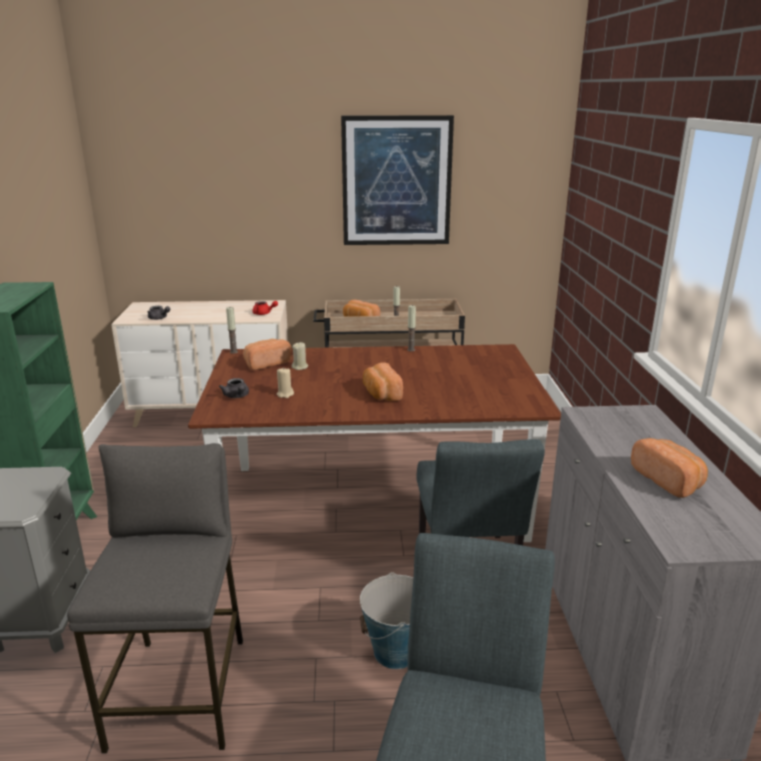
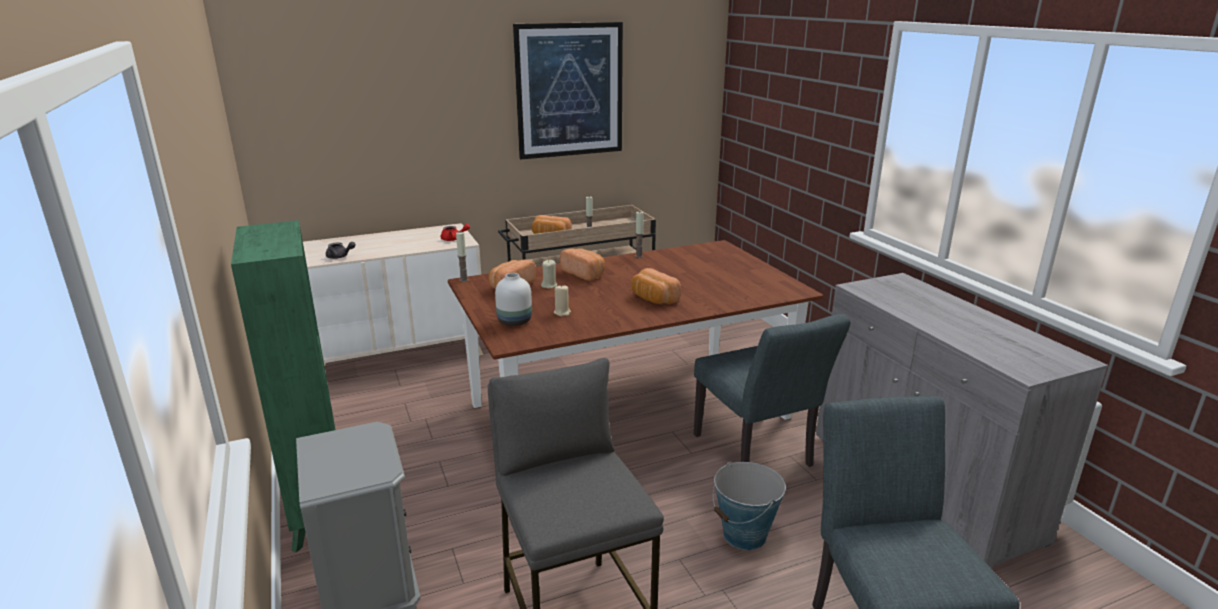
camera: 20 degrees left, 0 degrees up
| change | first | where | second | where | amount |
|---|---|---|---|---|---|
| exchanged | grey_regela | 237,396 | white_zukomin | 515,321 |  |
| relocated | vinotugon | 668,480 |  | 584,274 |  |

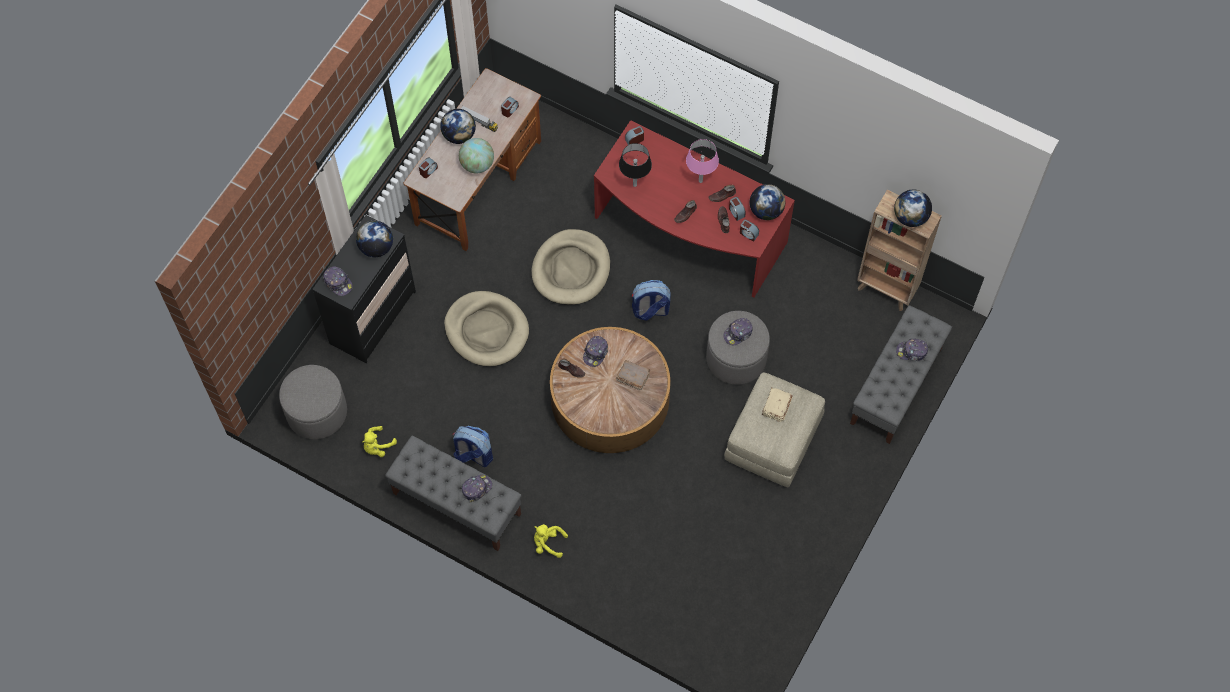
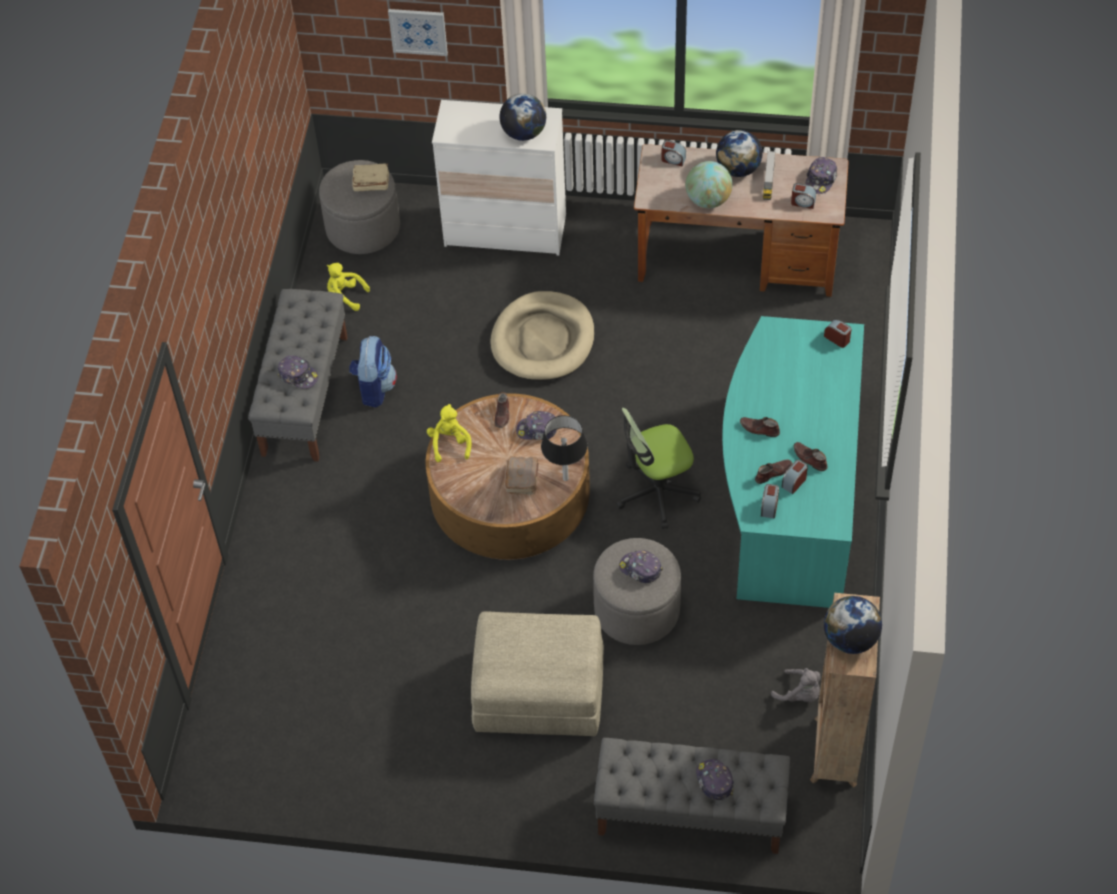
camera: 70 degrees right, 10 degrees down
| change | first | where | second | where | amount |
|---|---|---|---|---|---|
| colour | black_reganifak | 373,318 | white_reganifak | 505,231 |  |
| relocated | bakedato | 338,283 |  | 821,179 |  |
| missing | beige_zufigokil | 571,269 |  |  |  |
| relocated | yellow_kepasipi | 548,543 |  | 450,443 |  |
| colour | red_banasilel | 688,234 | turquoise_banasilel | 788,494 |  |
| relocated | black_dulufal | 635,185 |  | 565,478 |  |
| exchanged | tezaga | 650,310 | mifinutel | 657,492 |  |
| missing | pink_dulufal | 700,181 |  |  |  |
| missing | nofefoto | 766,211 |  |  |  |
| relocated | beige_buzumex | 776,407 |  | 370,183 |  |
| appeared |  |  | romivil | 418,31 |  |
| appeared |  |  | grey_kepasipi | 800,694 |  |

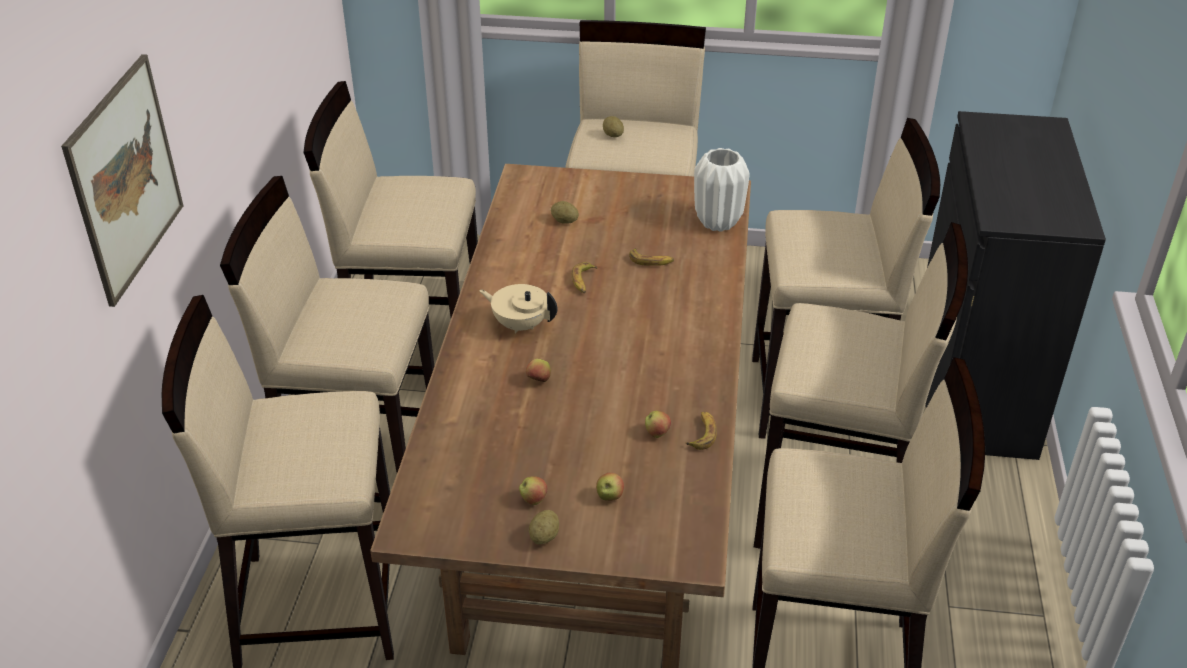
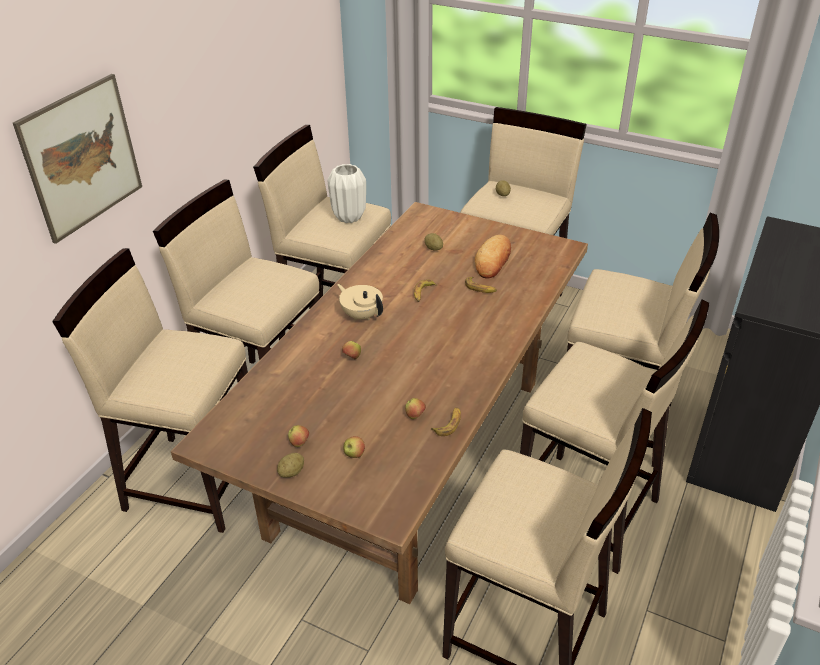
camera: 20 degrees right, 0 degrees up
| change | first | where | second | where | amount |
|---|---|---|---|---|---|
| relocated | white_zukomin | 718,222 |  | 349,217 |  |
| appeared |  |  | vinotugon | 493,260 |  |

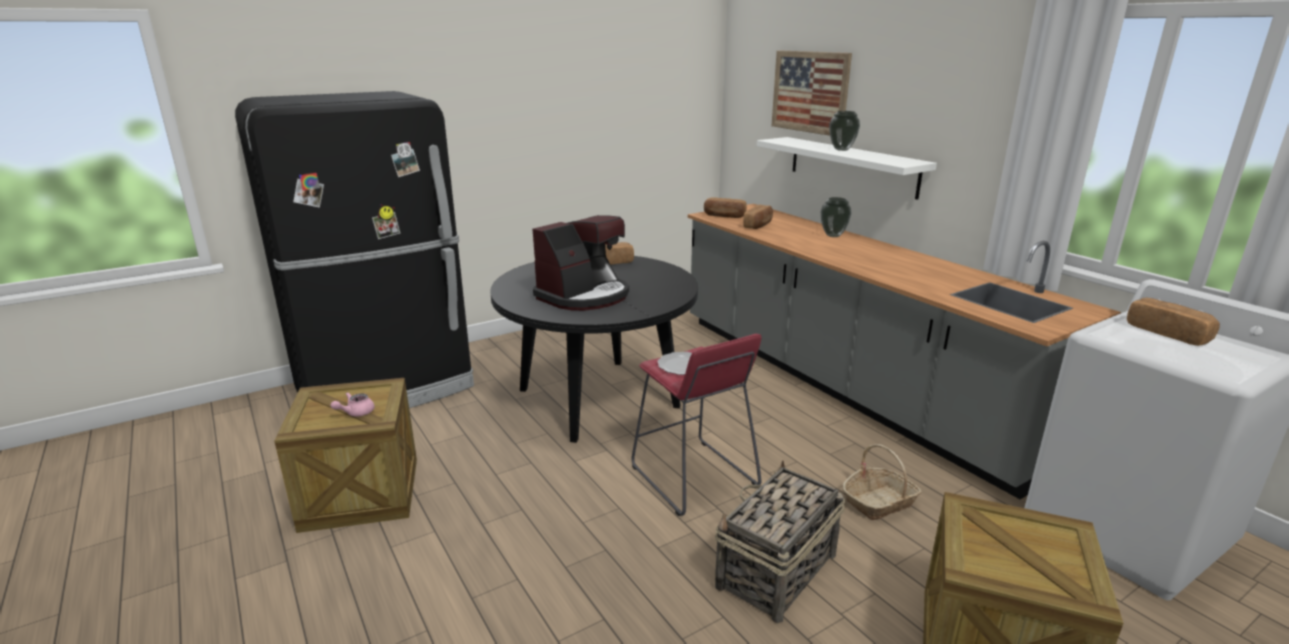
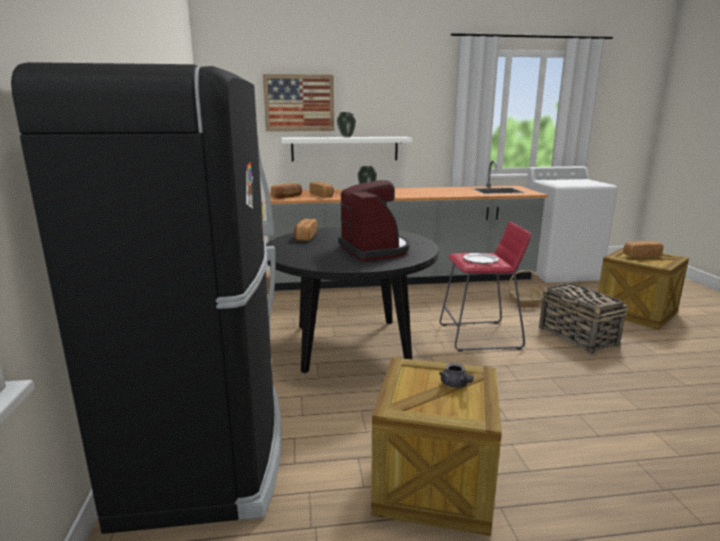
camera: 65 degrees left, 5 degrees down
| change | first | where | second | where | amount |
|---|---|---|---|---|---|
| colour | pink_regela | 356,413 | grey_regela | 456,385 |  |
| relocated | vinotugon | 1168,333 |  | 641,255 |  |

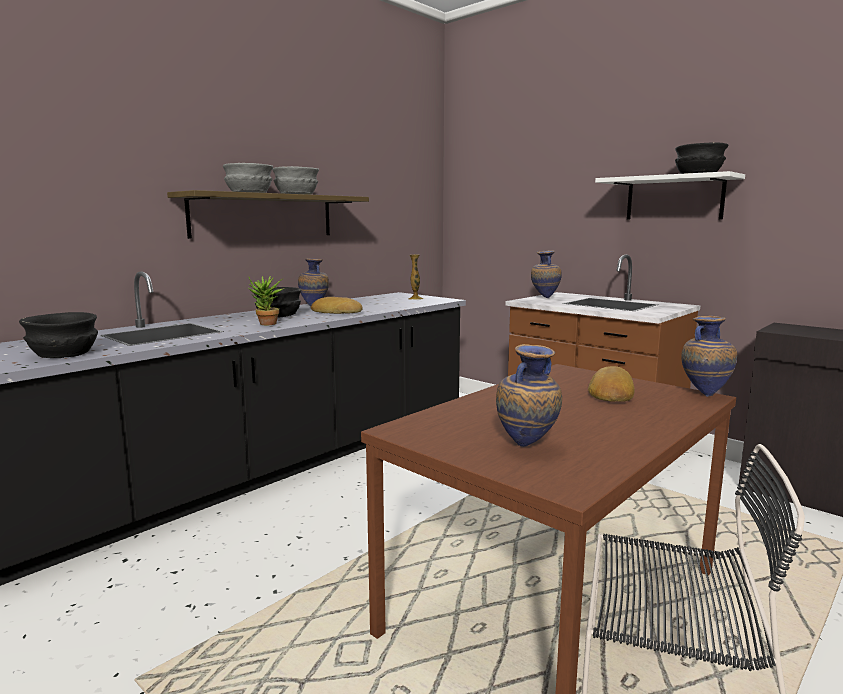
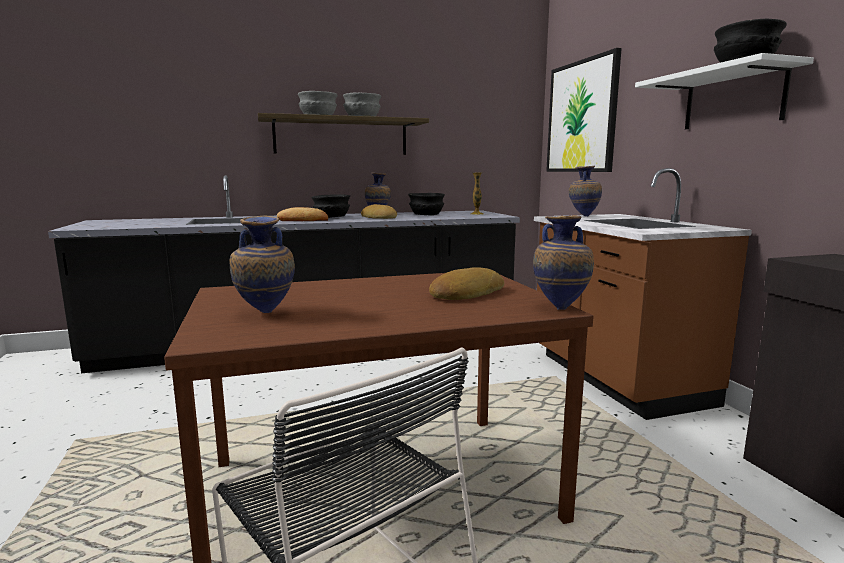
camera: 30 degrees right, 0 degrees up
| change | first | where | second | where | amount |
|---|---|---|---|---|---|
| relocated | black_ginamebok | 65,353 |  | 427,214 |  |
| exchanged | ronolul | 266,324 | vinotugon | 303,220 |  |
| appeared |  |  | romivil | 581,117 |  |

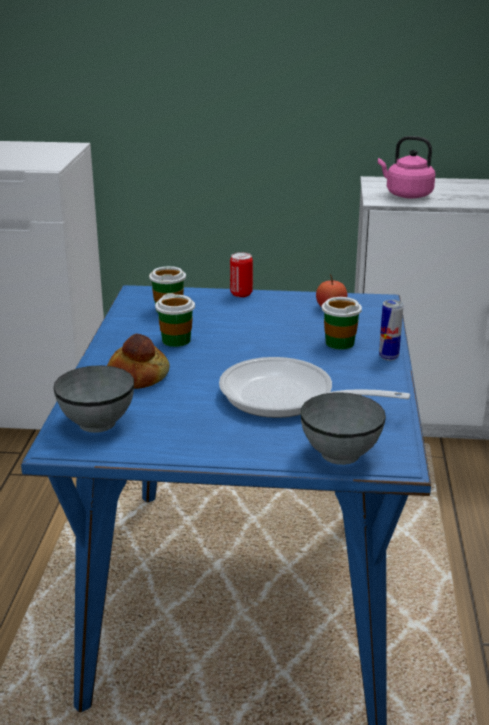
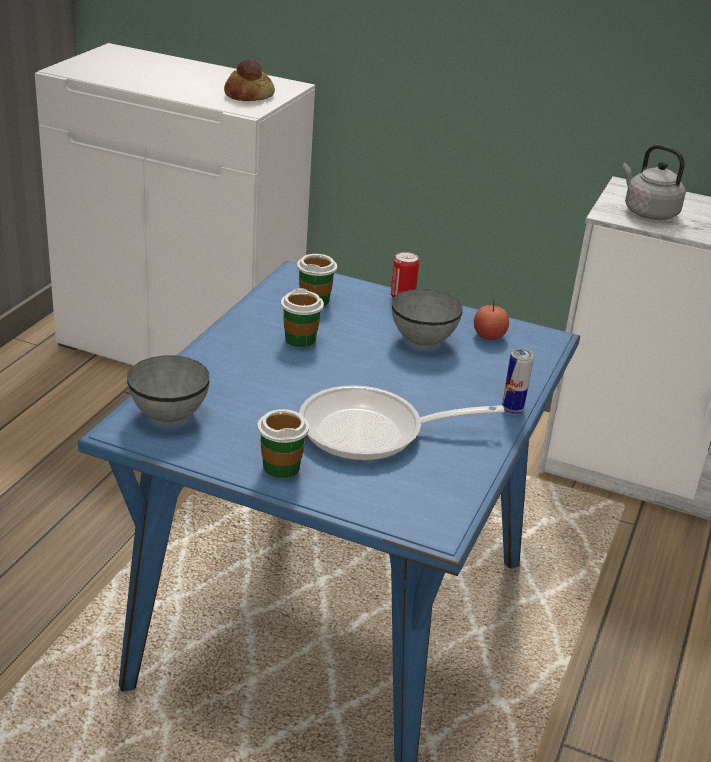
camera: 15 degrees right, 5 degrees up
| change | first | where | second | where | amount |
|---|---|---|---|---|---|
| relocated | vinotugon | 137,376 |  | 248,95 |  |
| spun | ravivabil | 286,397 |  | 372,432 | 45 degrees counterclockwise |
| relocated | grey_ginamebok | 341,453 |  | 423,341 |  |
| relocated | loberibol | 339,343 |  | 281,467 |  |
| colour | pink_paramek | 406,195 | grey_paramek | 648,212 |  |

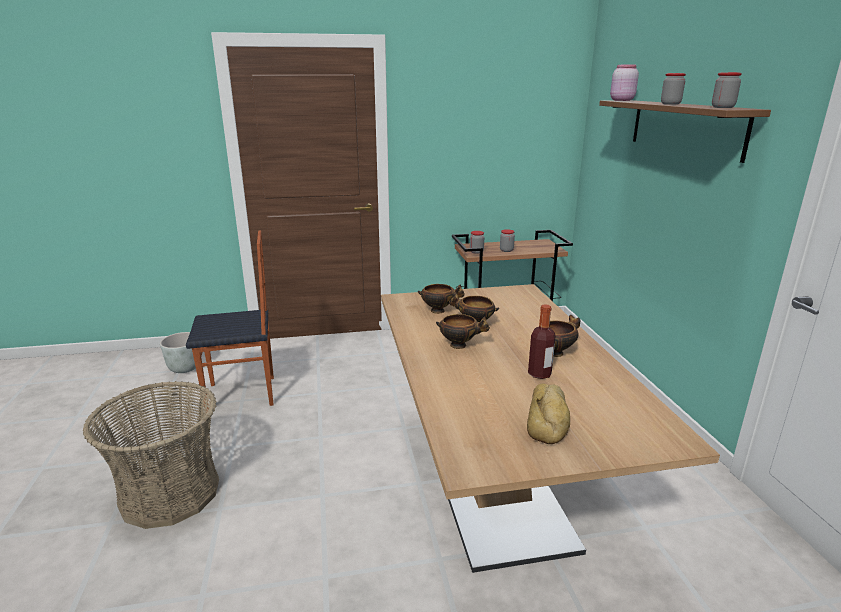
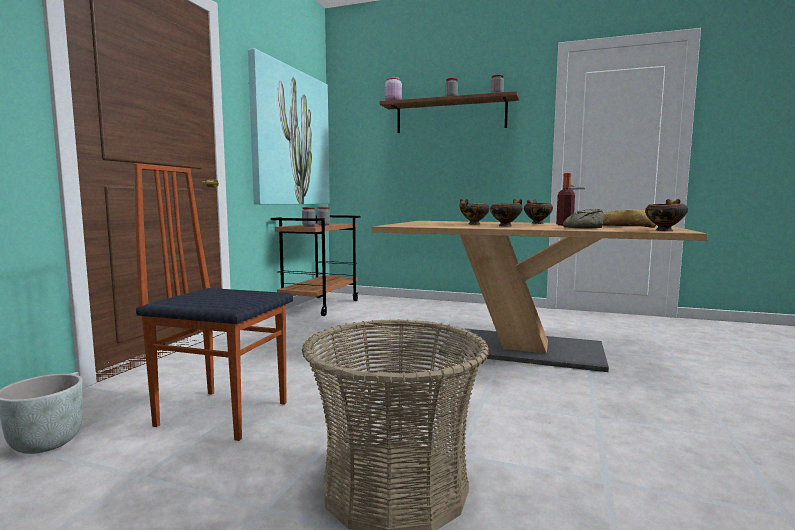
camera: 60 degrees left, 15 degrees down
| change | first | where | second | where | amount |
|---|---|---|---|---|---|
| spun | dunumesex | 242,395 |  | 223,413 | 90 degrees counterclockwise |
| relocated | ginamebok | 439,311 |  | 664,230 |  |
| appeared |  |  | romivil | 290,138 |  |
| appeared |  |  | vinotugon | 584,228 |  |

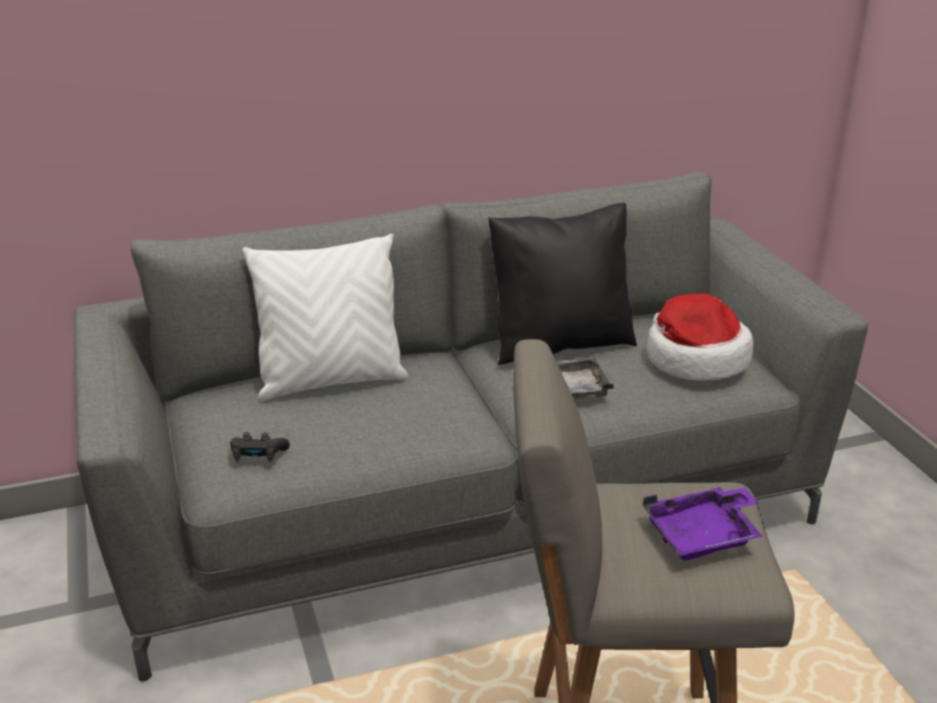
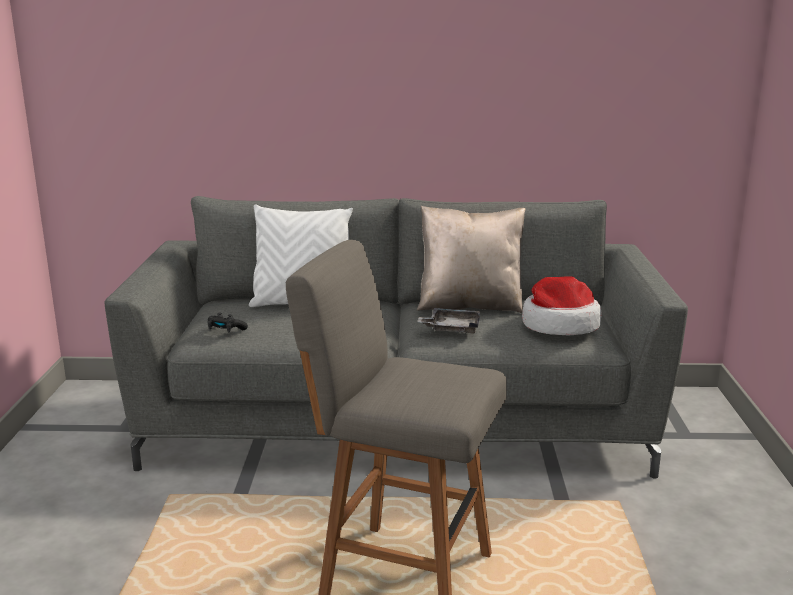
camera: 20 degrees right, 10 degrees down
| change | first | where | second | where | amount |
|---|---|---|---|---|---|
| colour | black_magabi | 559,343 | beige_magabi | 470,305 |  |
| missing | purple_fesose | 703,536 |  |  |  |

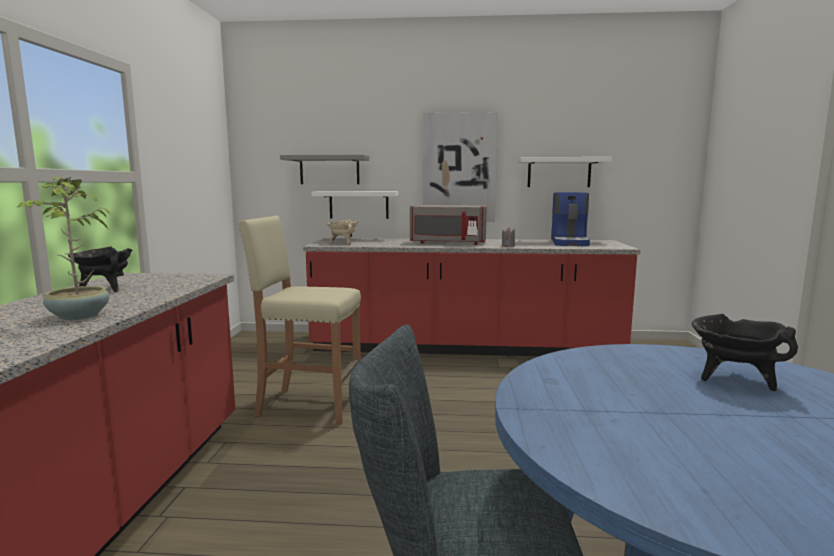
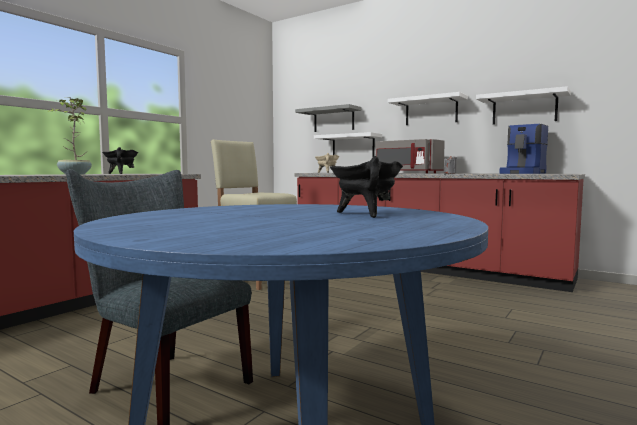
camera: 30 degrees right, 5 degrees down
| change | first | where | second | where | amount |
|---|---|---|---|---|---|
| exchanged | romivil | 459,168 | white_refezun | 431,111 |  |

